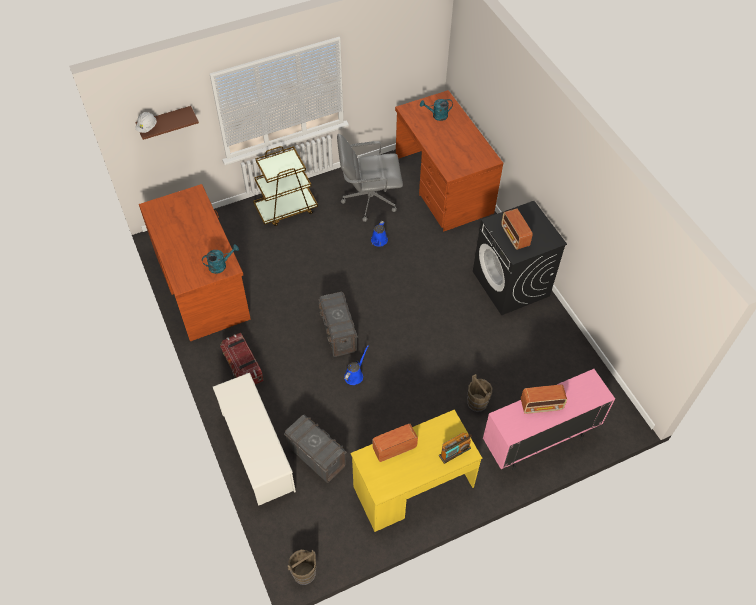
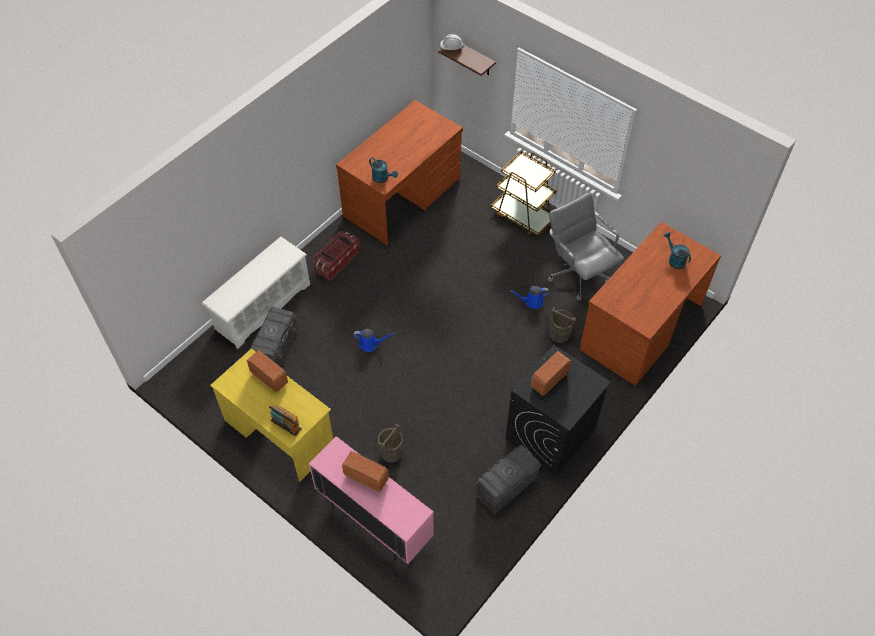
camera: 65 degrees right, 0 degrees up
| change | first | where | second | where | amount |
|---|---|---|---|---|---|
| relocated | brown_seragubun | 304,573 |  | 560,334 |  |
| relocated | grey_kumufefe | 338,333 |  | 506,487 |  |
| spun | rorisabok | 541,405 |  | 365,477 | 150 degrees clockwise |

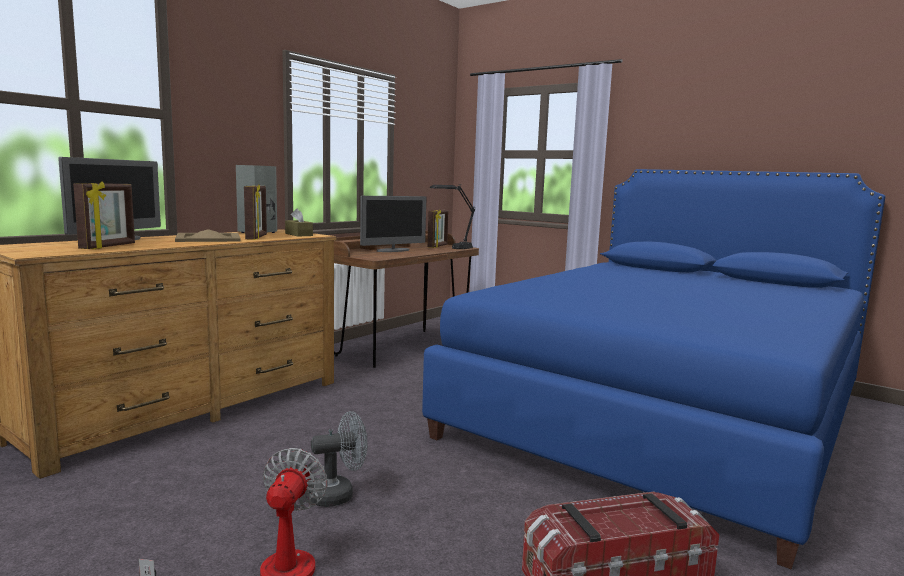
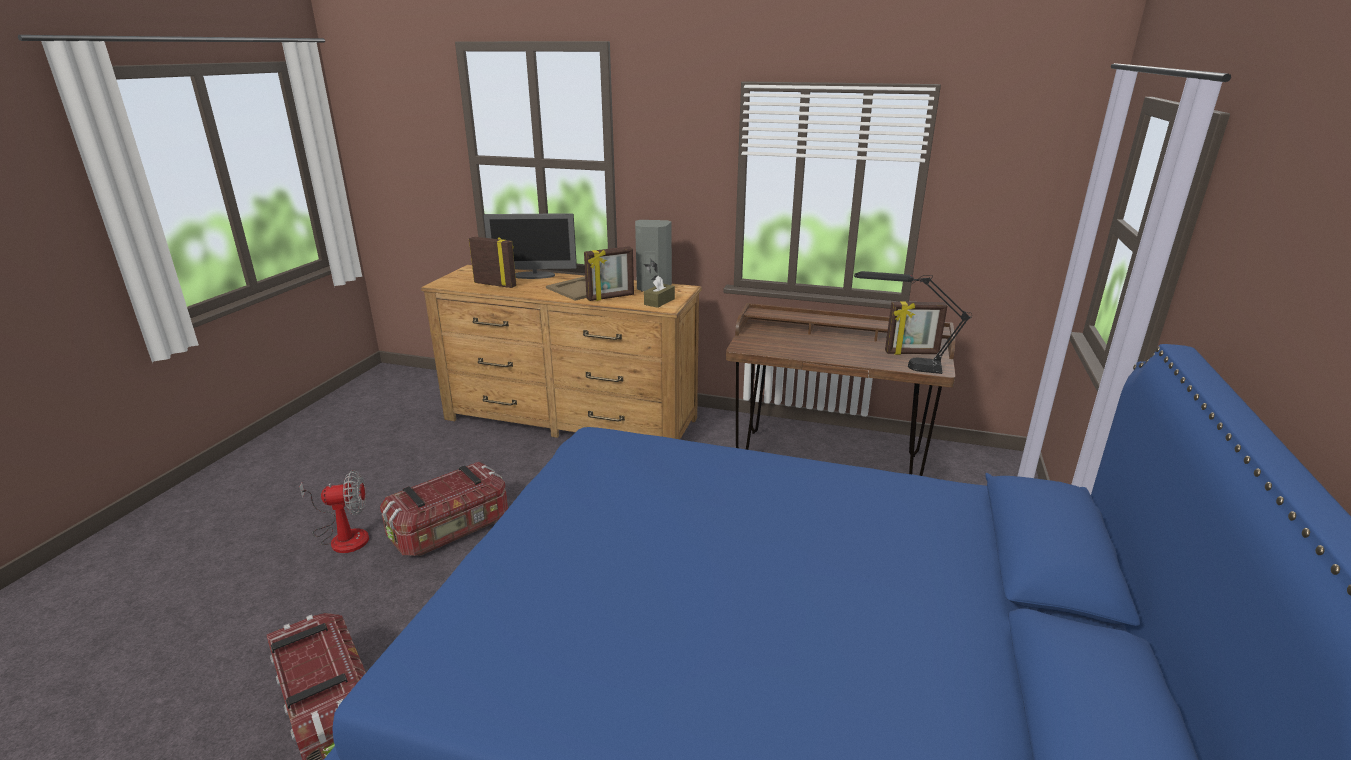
camera: 70 degrees right, 15 degrees up
| change | first | where | second | where | amount |
|---|---|---|---|---|---|
| spun | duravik | 109,246 |  | 495,284 | 150 degrees counterclockwise |
| exchanged | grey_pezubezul | 338,494 | kumufefe | 451,530 |  |
| missing | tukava | 393,250 |  |  |  |

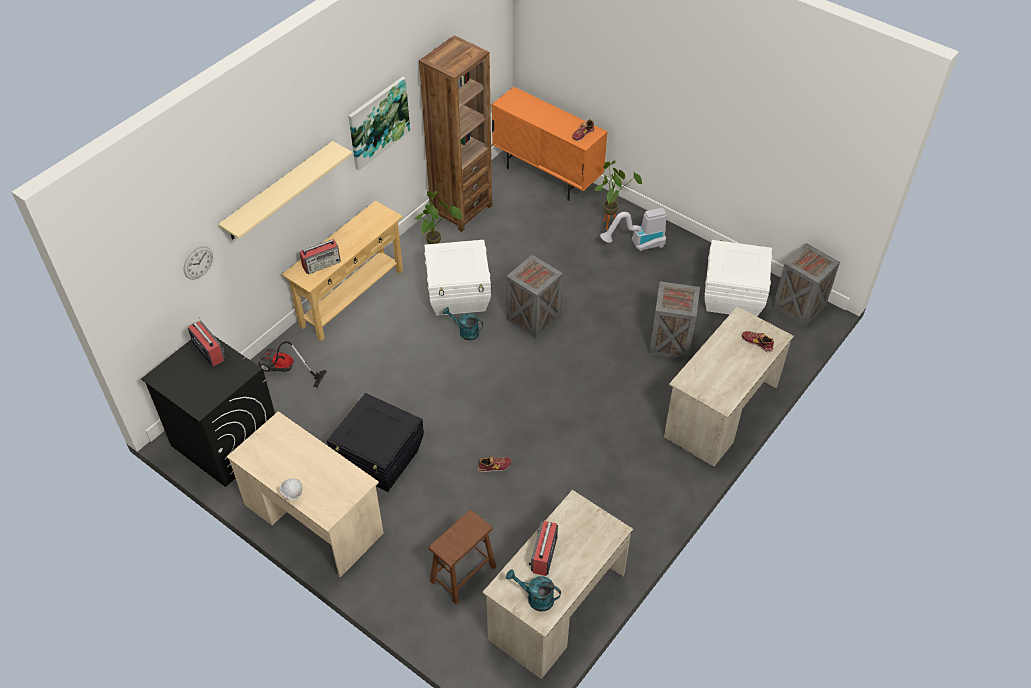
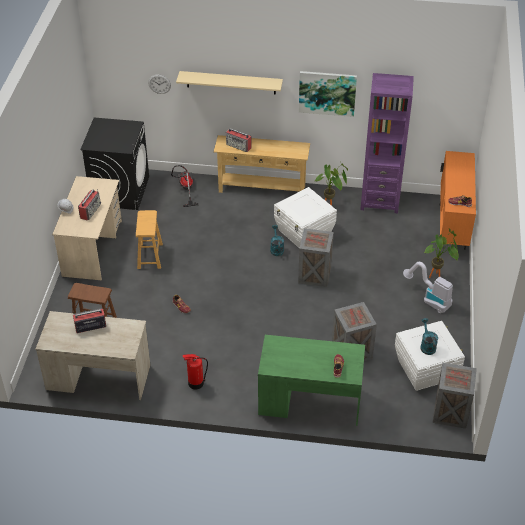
camera: 60 degrees right, 5 degrees down
| change | first | where | second | where | amount |
|---|---|---|---|---|---|
| relocated | rorisabok | 208,350 |  | 90,210 |  |
| exchanged | black_kumufefe | 380,461 | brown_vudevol | 150,256 |  |
| colour | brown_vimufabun | 461,210 | purple_vimufabun | 379,201 |  |
| relocated | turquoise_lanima | 535,598 |  | 427,345 |  |
| colour | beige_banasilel | 721,412 | green_banasilel | 309,402 |  |
| appeared |  |  | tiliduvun | 195,383 |  |

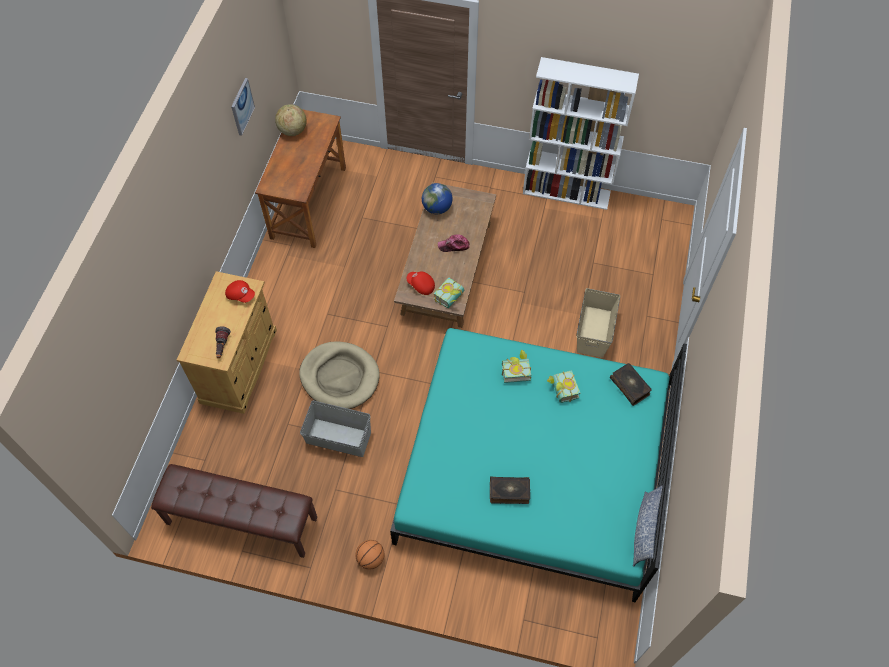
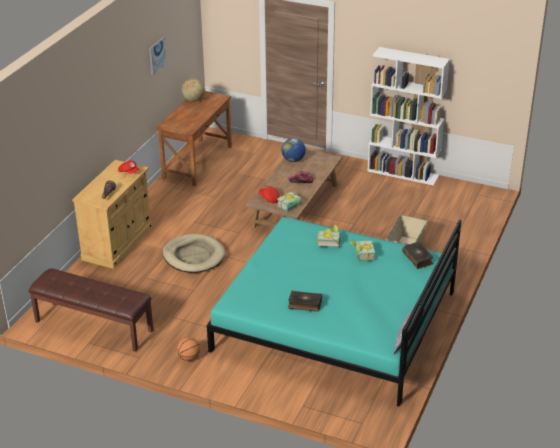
camera: 10 degrees right, 25 degrees down
| change | first | where | second | where | amount |
|---|---|---|---|---|---|
| missing | grey_kumufefe | 338,438 |  |  |  |

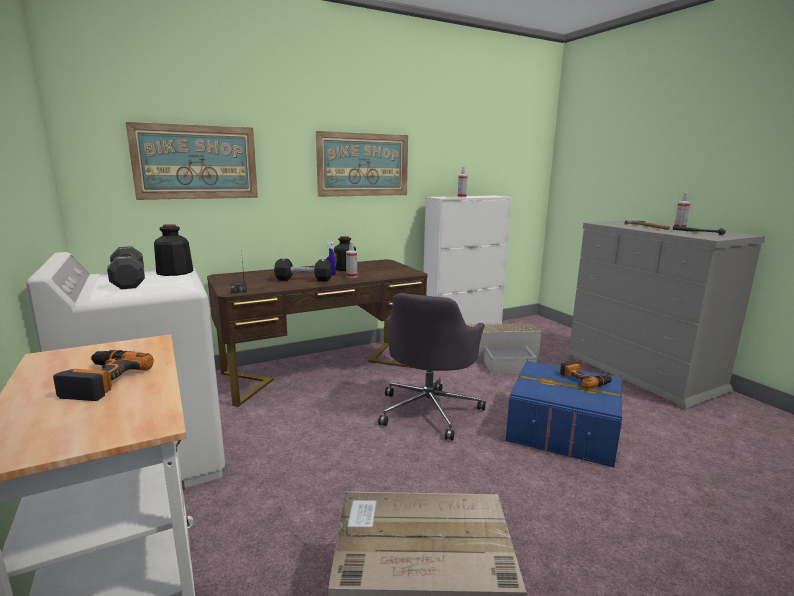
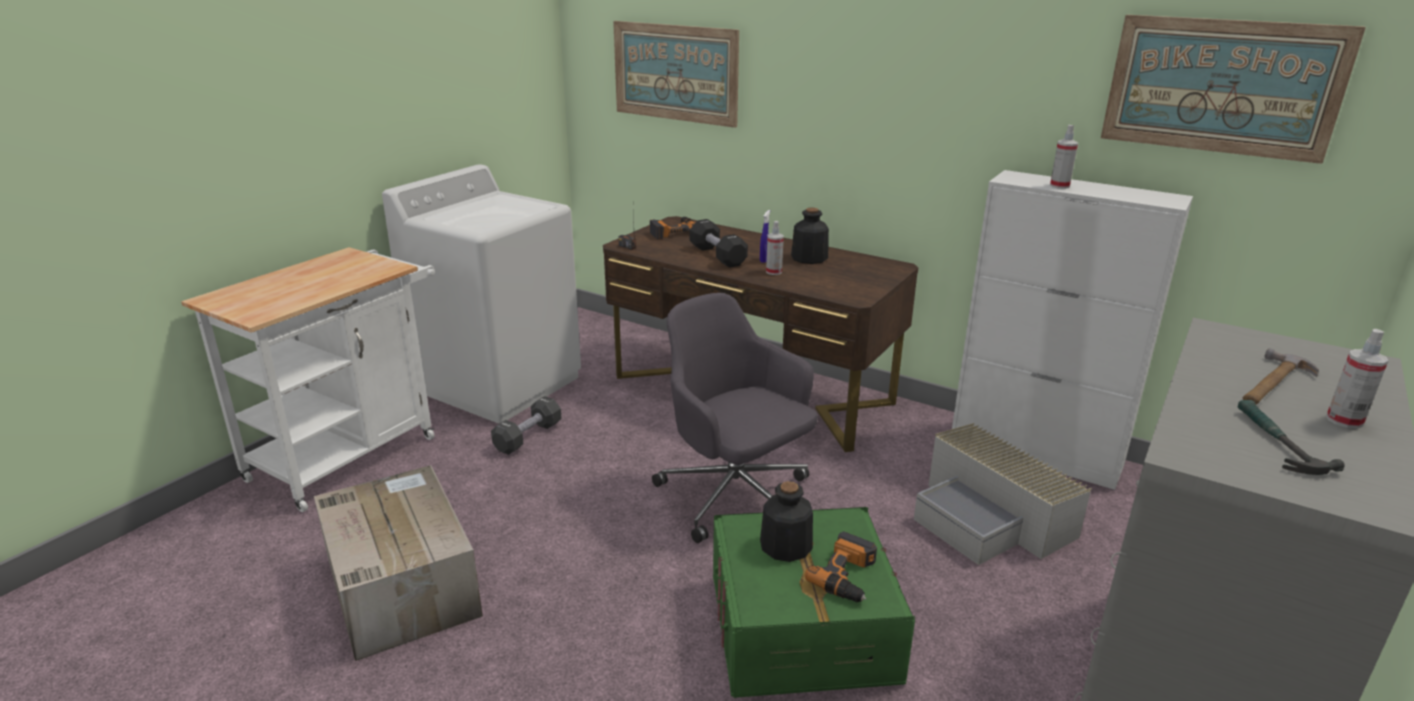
camera: 60 degrees right, 10 degrees up
| change | first | where | second | where | amount |
|---|---|---|---|---|---|
| relocated | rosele | 100,380 |  | 673,232 |  |
| relocated | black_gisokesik | 129,280 |  | 528,437 |  |
| relocated | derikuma | 174,272 |  | 785,546 |  |
| relocated | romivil | 363,165 |  | 1222,86 |  |
| spun | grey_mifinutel | 429,410 |  | 735,496 | 60 degrees clockwise |
| colour | blue_kumufefe | 562,429 | green_kumufefe | 801,629 |  |

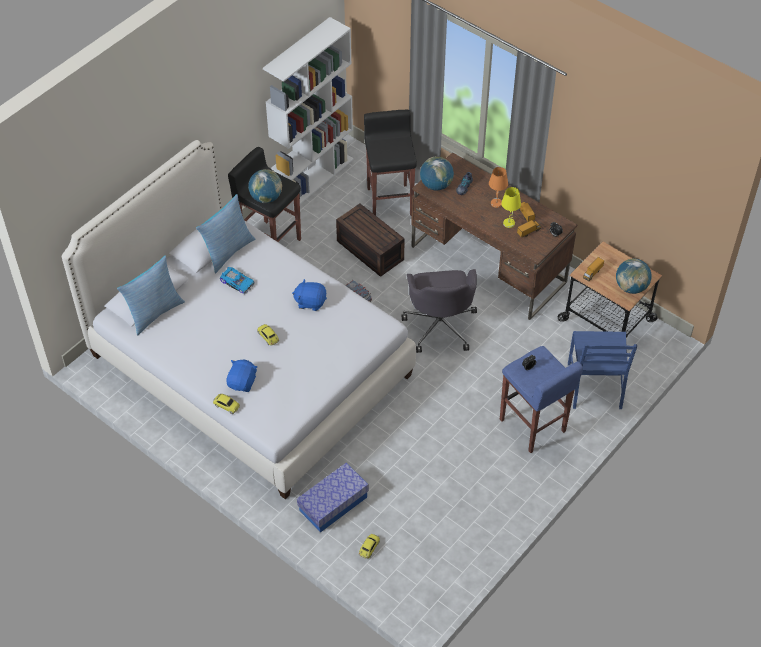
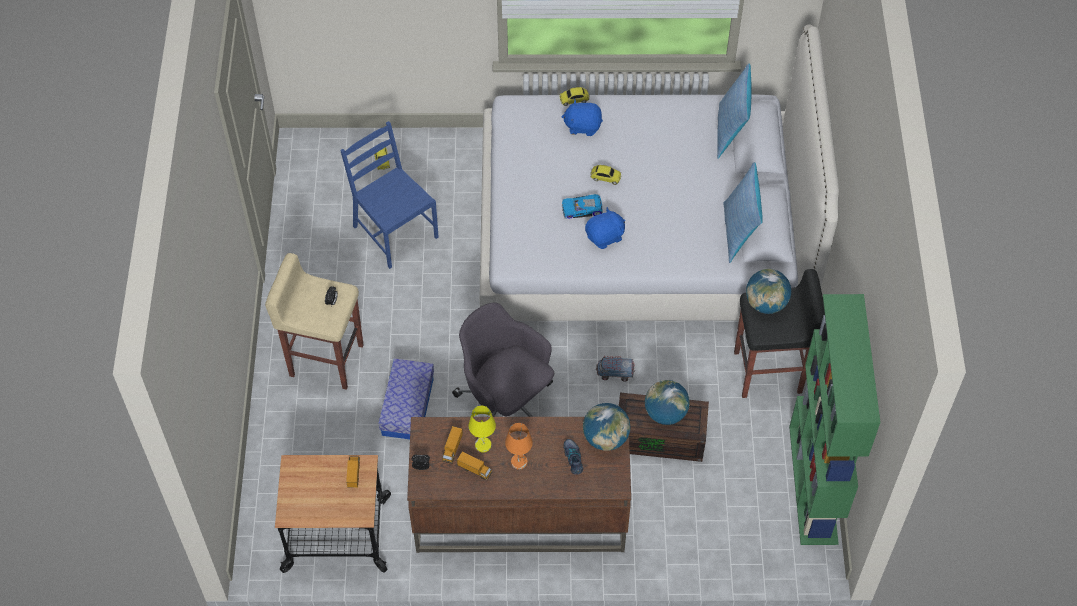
camera: 140 degrees right, 5 degrees up
| change | first | where | second | where | amount |
|---|---|---|---|---|---|
| relocated | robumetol | 237,282 |  | 582,209 |  |
| spun | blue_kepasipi | 242,382 |  | 582,126 | 120 degrees clockwise |
| colour | white_vimufabun | 314,178 | green_vimufabun | 814,485 |  |
| relocated | kumufefe | 333,504 |  | 408,407 |  |
| missing | black_vudevol | 390,200 |  |  |  |
| colour | blue_vudevol | 532,426 | beige_vudevol | 325,359 |  |
| relocated | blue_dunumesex | 595,386 |  | 394,232 |  |
| relocated | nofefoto | 631,287 |  | 665,413 |  |

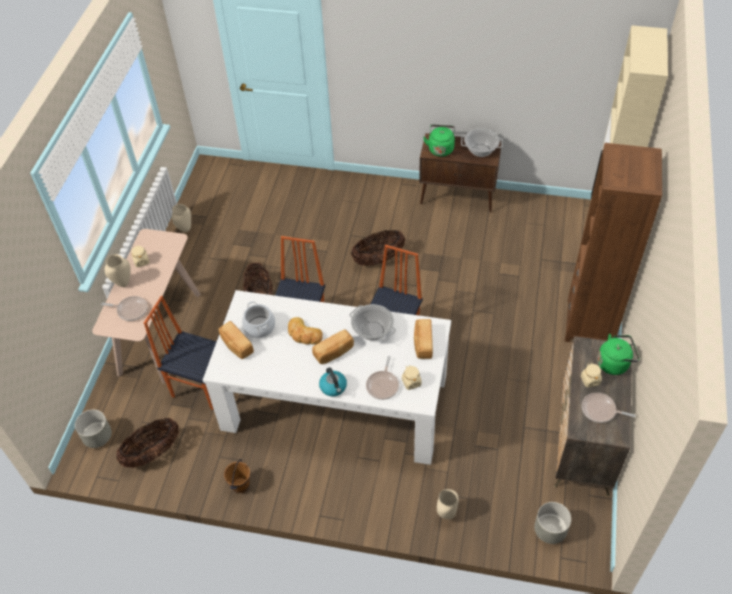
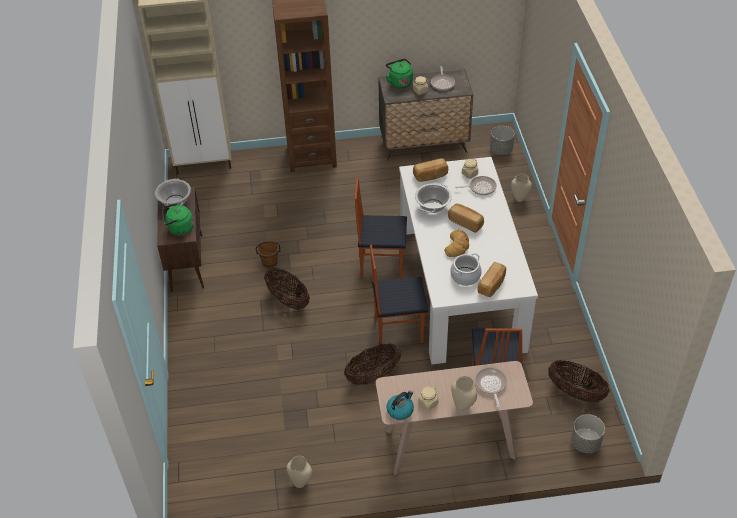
camera: 110 degrees left, 5 degrees down
| change | first | where | second | where | amount |
|---|---|---|---|---|---|
| relocated | brown_seragubun | 241,485 |  | 270,262 |  |
| relocated | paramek | 333,387 |  | 400,410 |  |

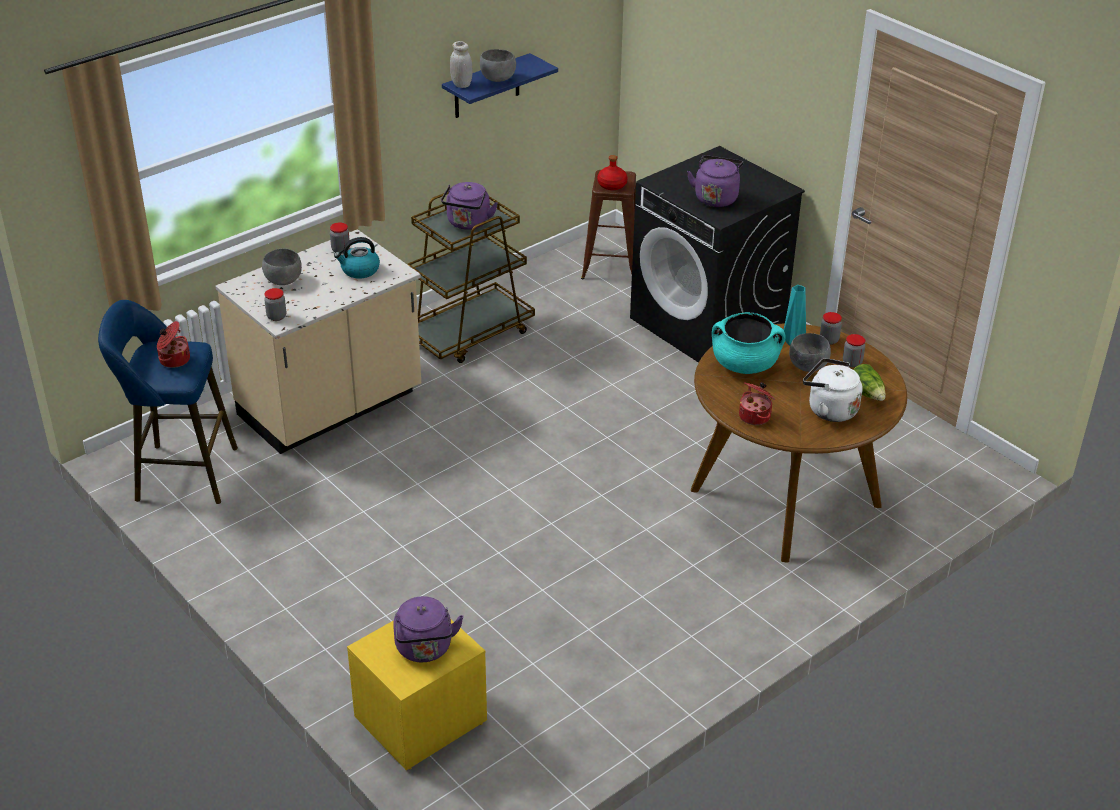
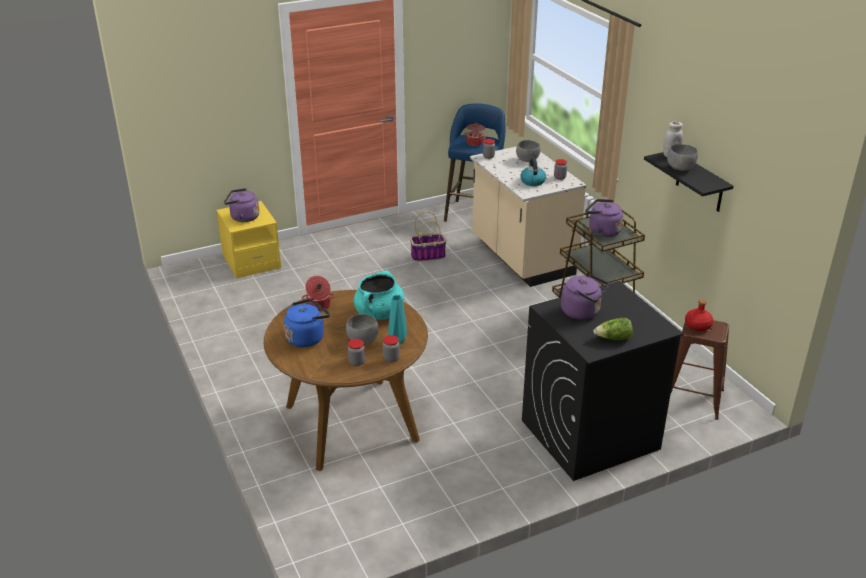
camera: 105 degrees right, 5 degrees down
| change | first | where | second | where | amount |
|---|---|---|---|---|---|
| colour | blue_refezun | 486,87 | black_refezun | 699,182 |  |
| colour | white_paramek | 829,409 | blue_paramek | 307,337 |  |
| relocated | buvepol | 867,394 |  | 613,338 |  |
| appeared |  |  | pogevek | 428,256 |  |

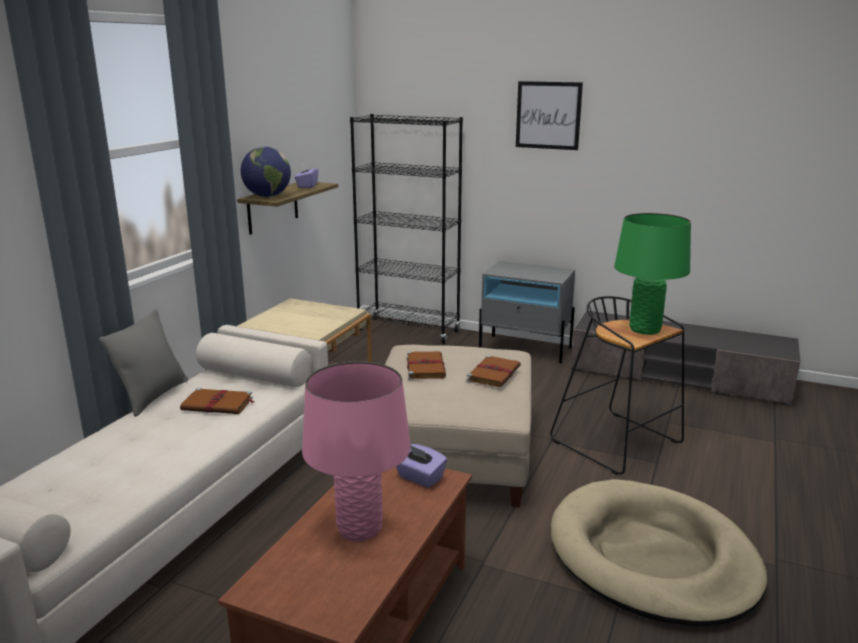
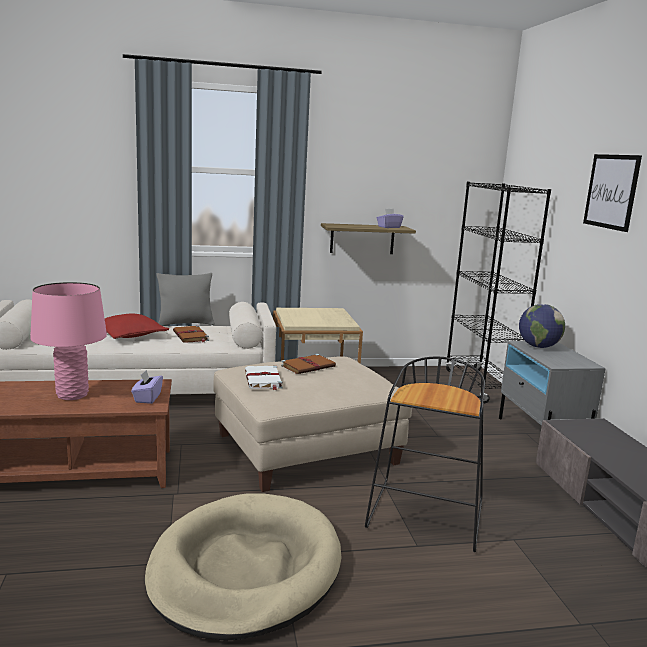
camera: 55 degrees right, 5 degrees down
| change | first | where | second | where | amount |
|---|---|---|---|---|---|
| relocated | nofefoto | 267,196 |  | 538,346 |  |
| missing | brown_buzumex | 494,373 |  |  |  |
| missing | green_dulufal | 645,330 |  |  |  |
| appeared |  |  | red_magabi | 129,335 |  |
| appeared |  |  | white_buzumex | 263,380 |  |

